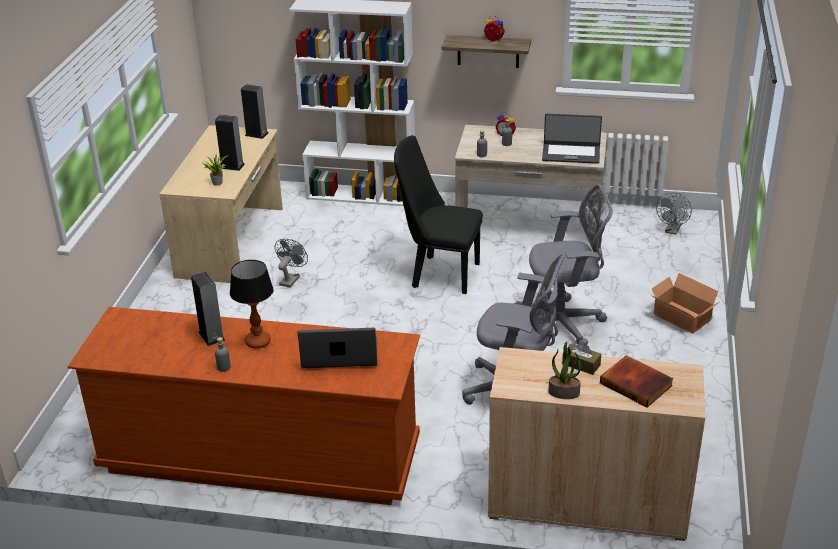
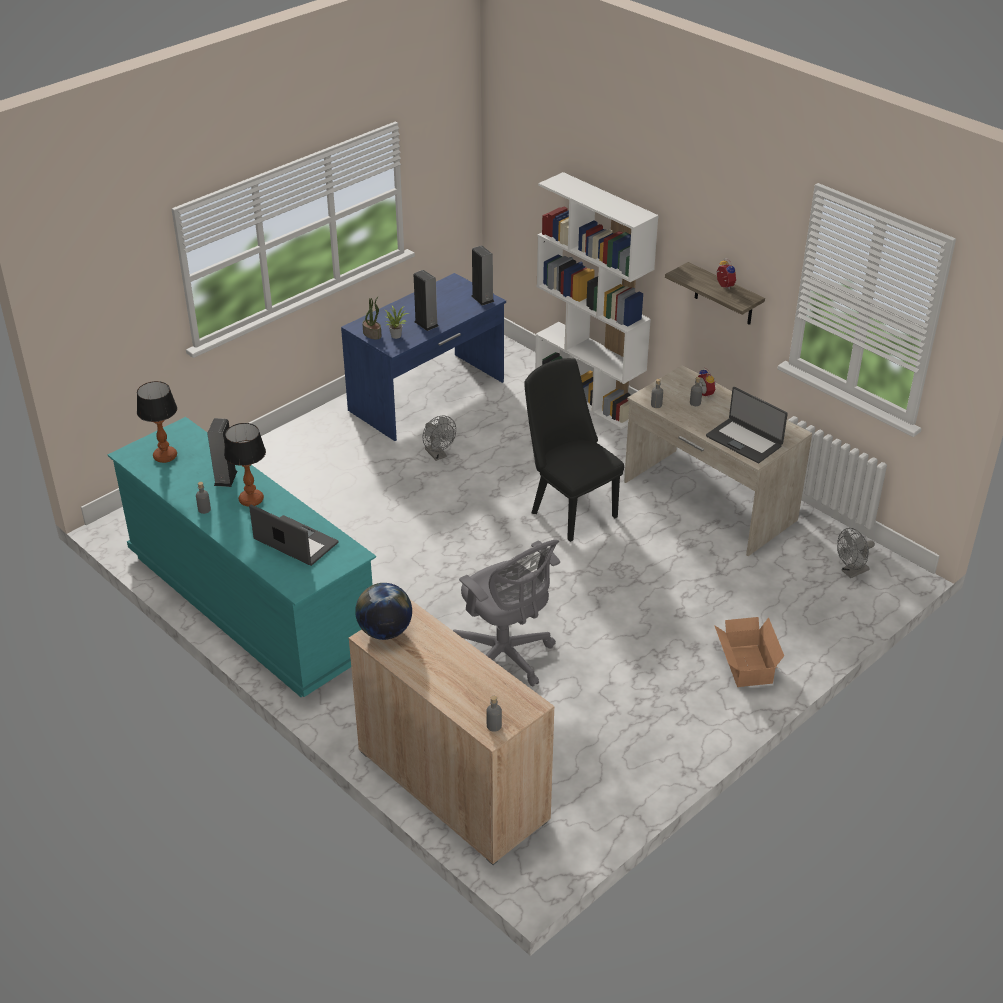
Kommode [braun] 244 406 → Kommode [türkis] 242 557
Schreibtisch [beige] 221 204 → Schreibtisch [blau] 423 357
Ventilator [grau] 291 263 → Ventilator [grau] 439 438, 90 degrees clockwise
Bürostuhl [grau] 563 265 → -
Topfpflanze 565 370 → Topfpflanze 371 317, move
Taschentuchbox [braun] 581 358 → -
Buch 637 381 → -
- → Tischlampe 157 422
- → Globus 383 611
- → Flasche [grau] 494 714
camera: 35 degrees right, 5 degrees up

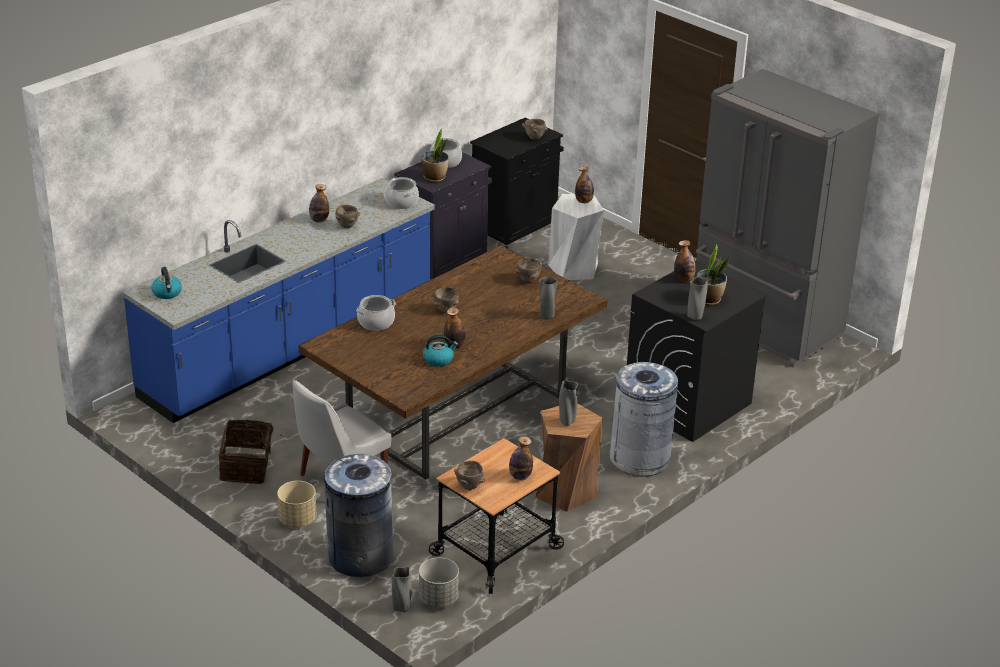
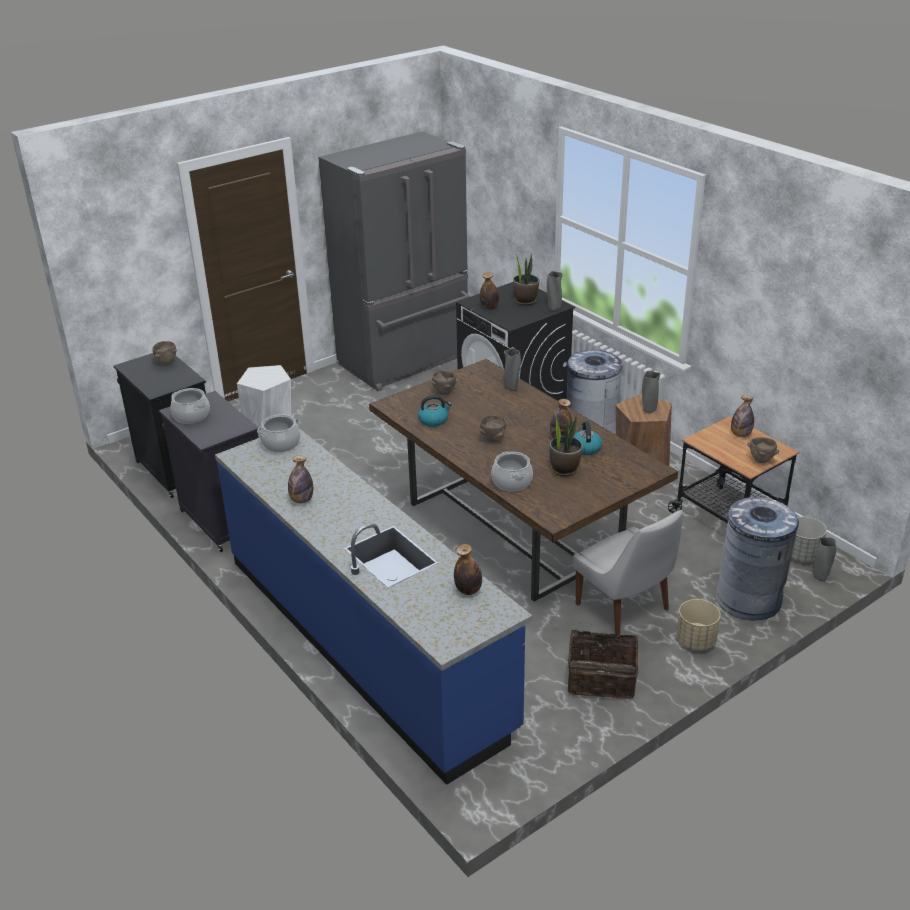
Wasserkessel 166 283 → Wasserkessel 435 411, move
Schüssel [braun] 347 216 → -
Topfpflanze 435 155 → Topfpflanze 566 444, move
Flasche 584 184 → Flasche 468 569, move
camera: 80 degrees left, 0 degrees up

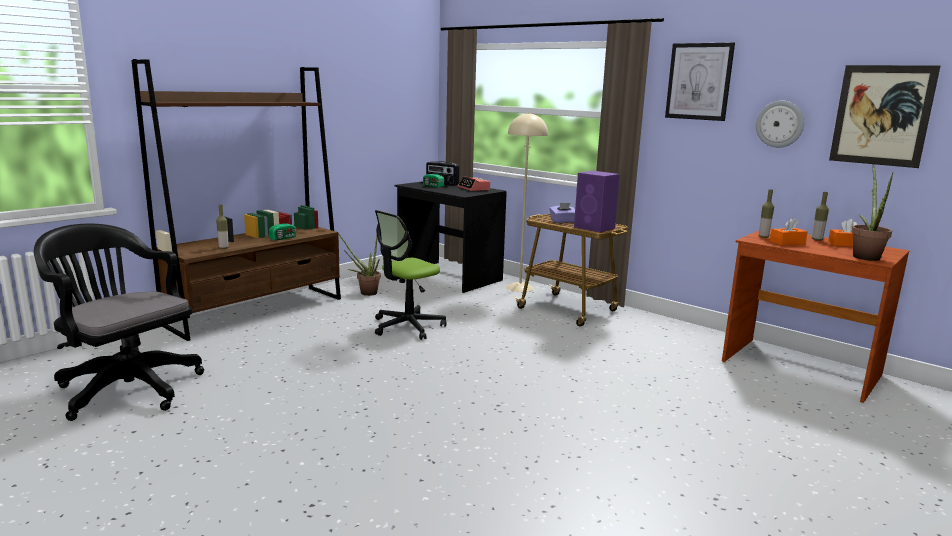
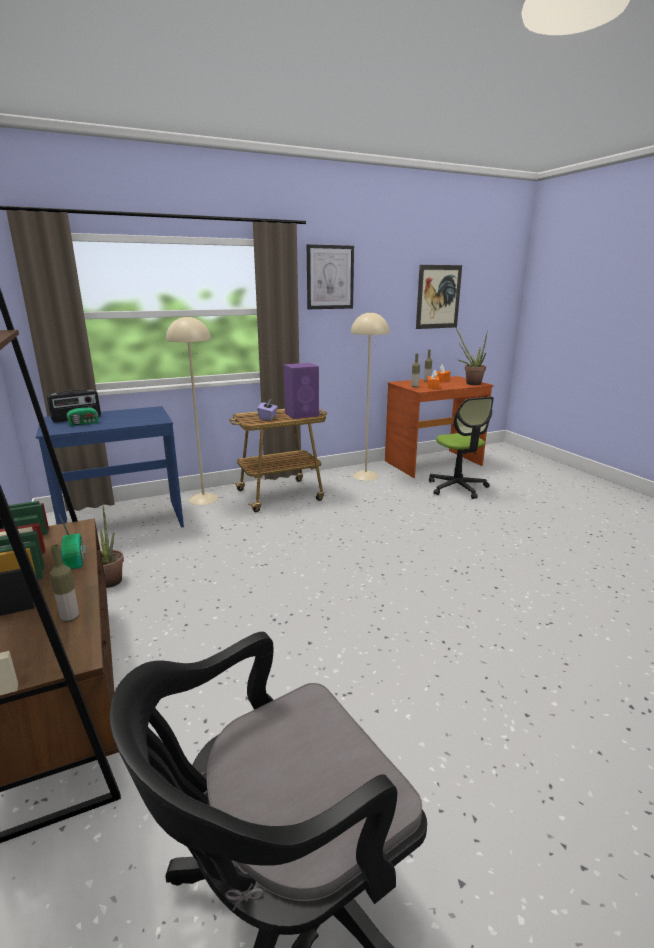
Bürostuhl 411 275 → Bürostuhl 461 448, move
Schreibtisch [schwarz] 451 237 → Schreibtisch [blau] 110 467
Wecker 473 183 → -
Wanduhr 780 124 → -
- → Stehlampe [beige] 370 396
camera: 65 degrees left, 5 degrees up

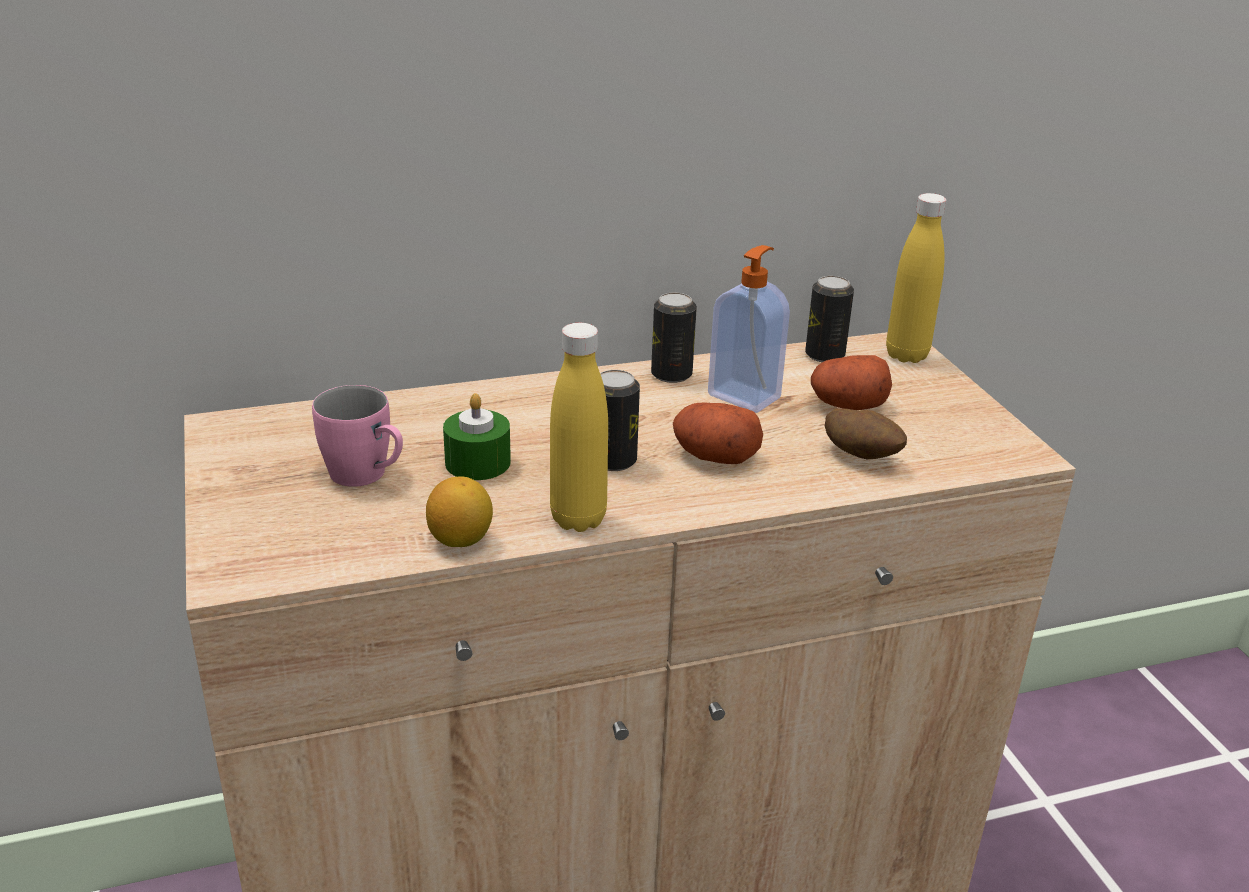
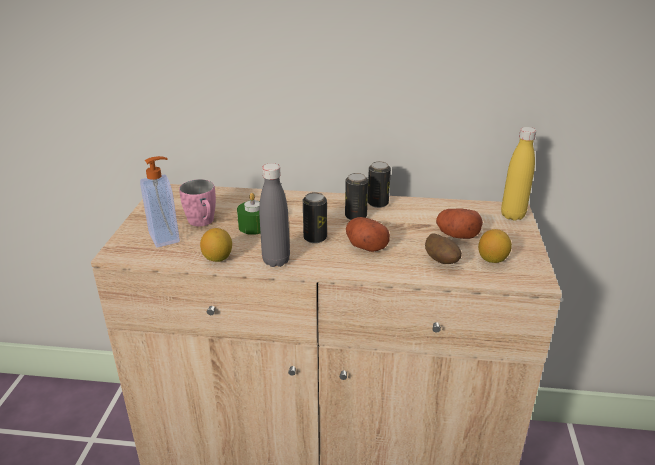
Flasche [gelb] 579 427 → Flasche [grau] 274 215
Seifenspender 749 329 → Seifenspender 160 202, move
Dose 829 319 → Dose 356 196, move
- → Zitrone 495 246
camera: 25 degrees right, 0 degrees up

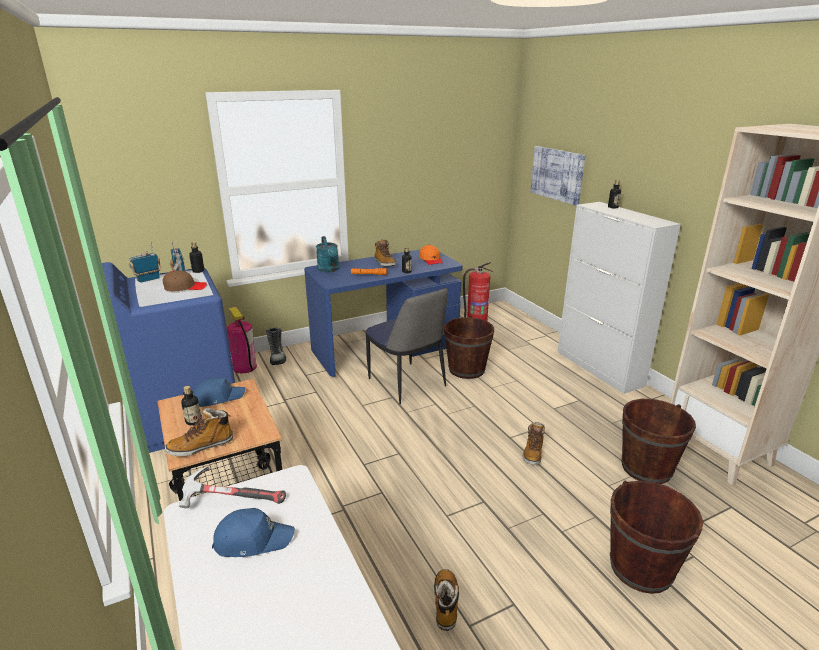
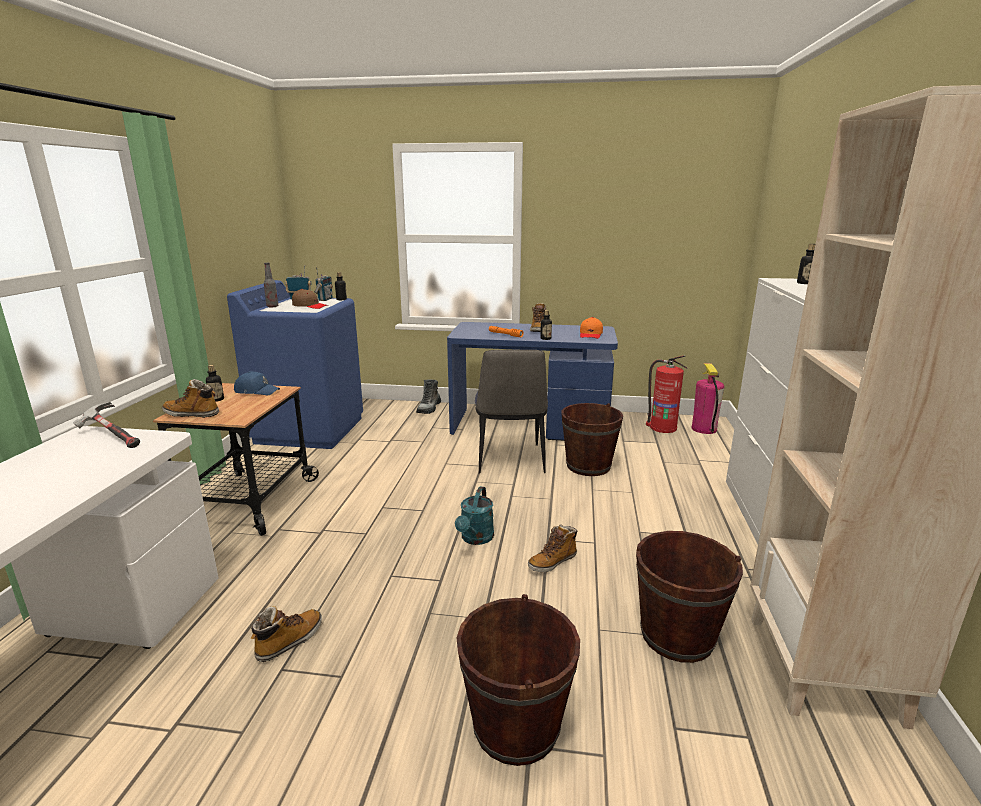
Kappe [blau] 253 532 → -
Feuerlöscher 242 340 → Feuerlöscher 708 398, move
Gießkanne [türkis] 327 254 → Gießkanne [türkis] 474 515, move
Bild 557 176 → -
- → Flasche 271 285
camera: 35 degrees right, 5 degrees down

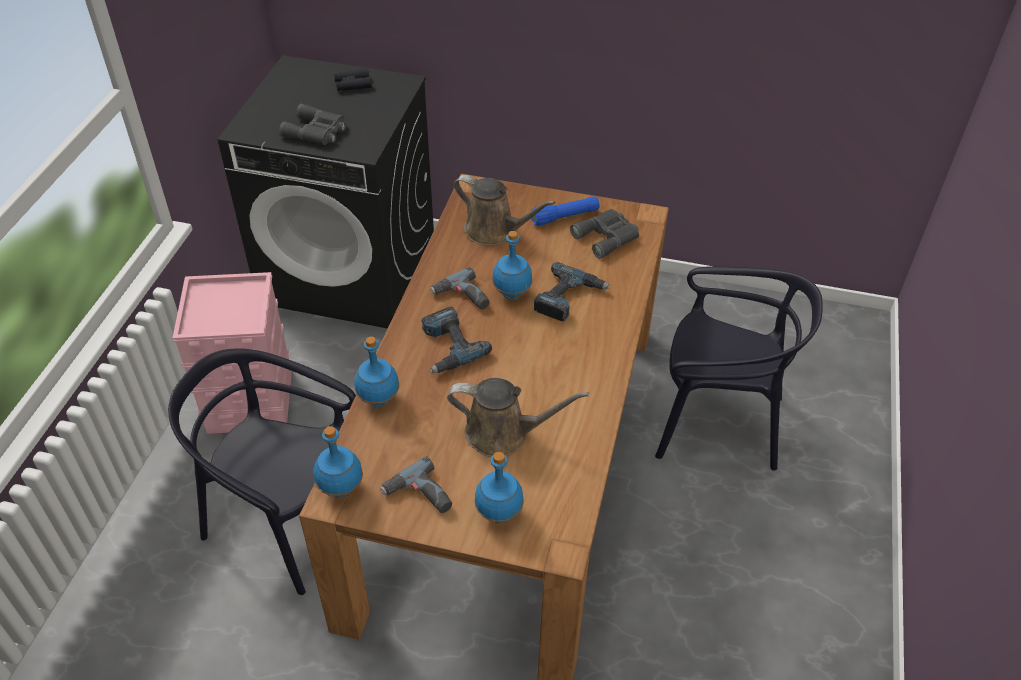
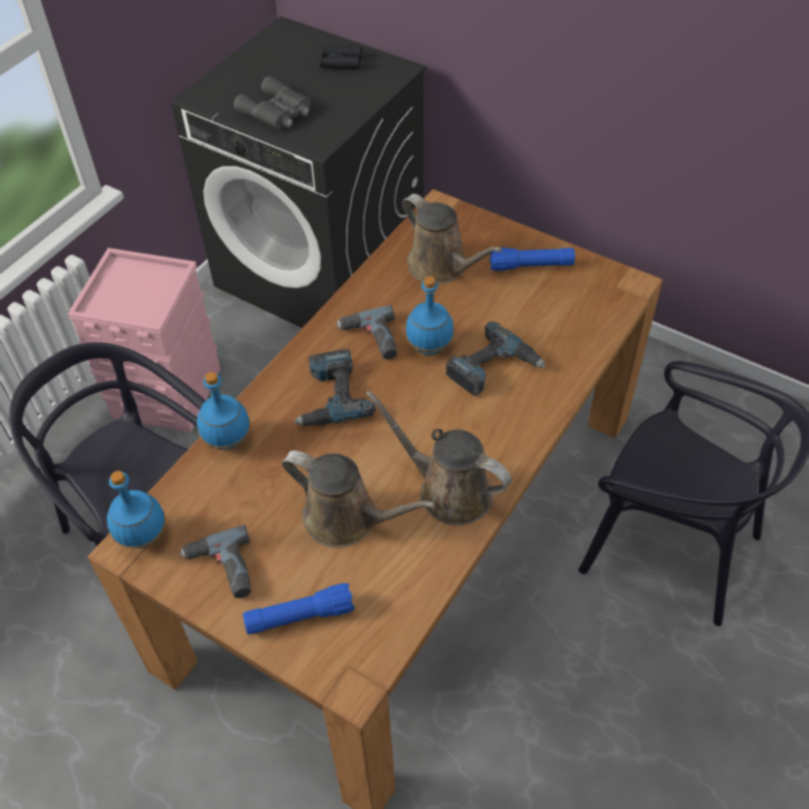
Flasche [blau] 499 487 → Taschenlampe [blau] 299 609
Fernglas [grau] 604 234 → -
- → Gießkanne [braun] 438 457
camera: 20 degrees right, 5 degrees up

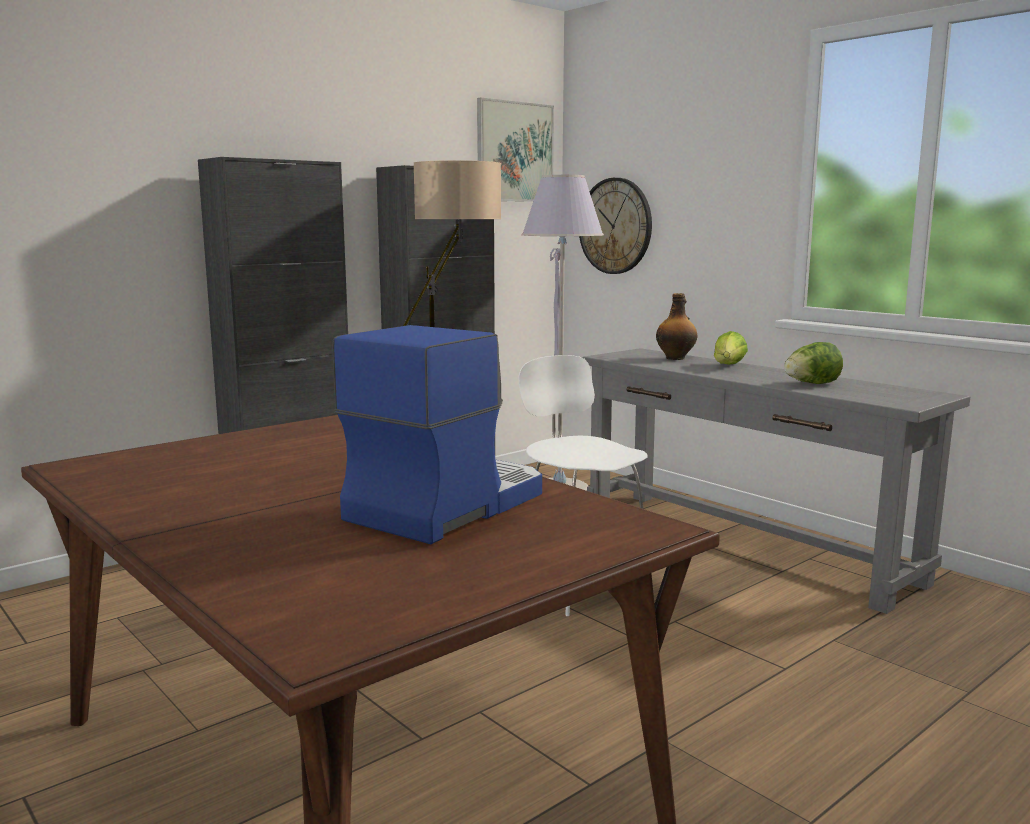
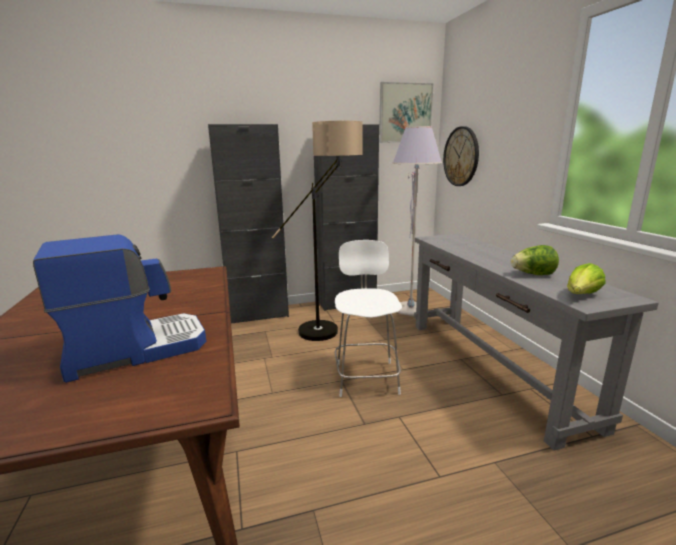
Flasche 677 326 → -
Salatkopf 731 348 → Salatkopf 586 278, move
camera: 25 degrees right, 5 degrees up

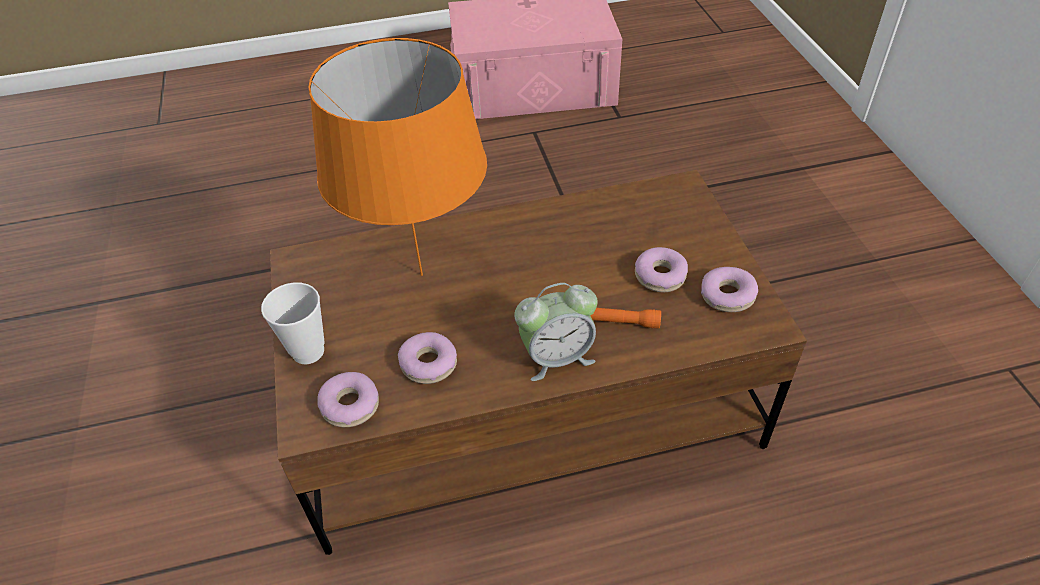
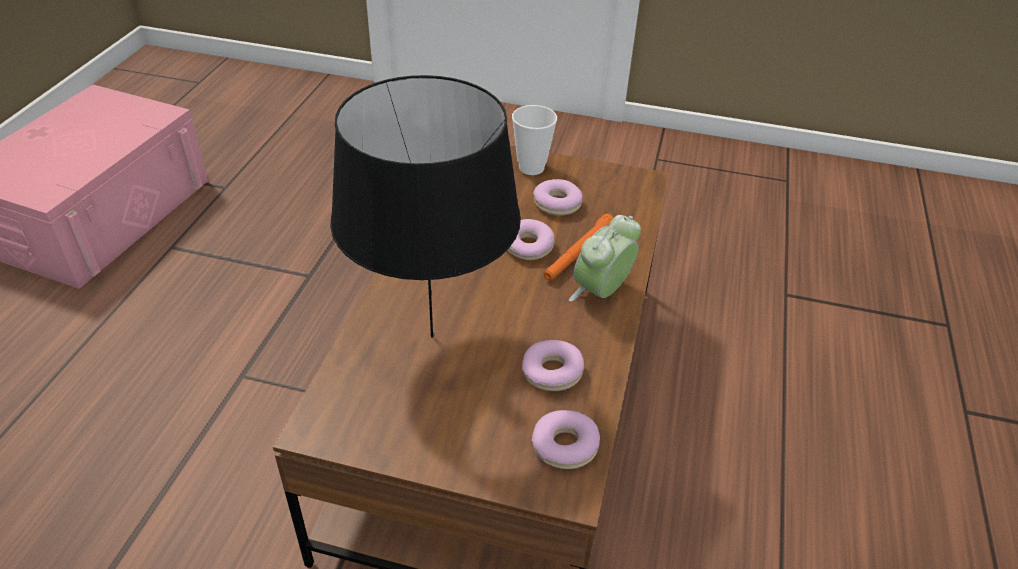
Tasse 292 323 → Tasse 534 140, move
Tischlampe [orange] 398 157 → Tischlampe [schwarz] 425 206
Wecker 556 332 → Wecker 605 258, 150 degrees counterclockwise
Donut 729 289 → Donut 531 239, move
camera: 65 degrees left, 5 degrees down

